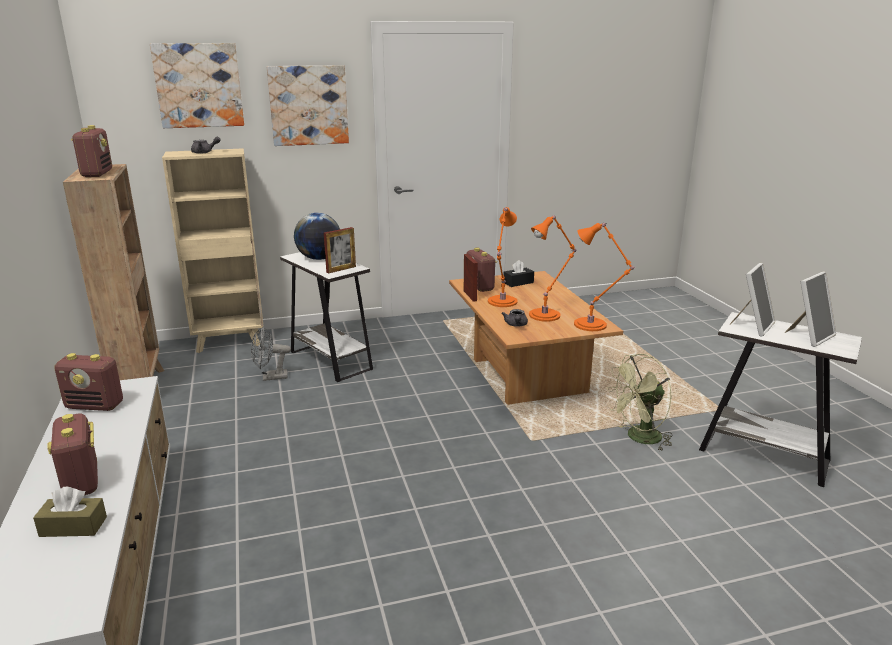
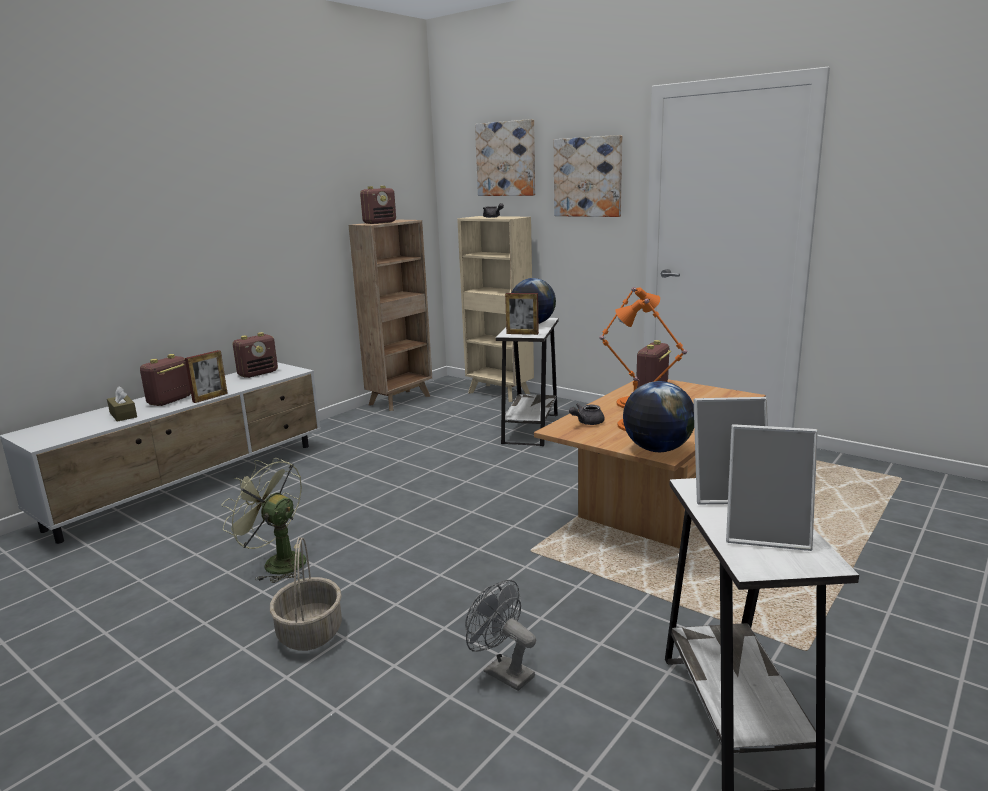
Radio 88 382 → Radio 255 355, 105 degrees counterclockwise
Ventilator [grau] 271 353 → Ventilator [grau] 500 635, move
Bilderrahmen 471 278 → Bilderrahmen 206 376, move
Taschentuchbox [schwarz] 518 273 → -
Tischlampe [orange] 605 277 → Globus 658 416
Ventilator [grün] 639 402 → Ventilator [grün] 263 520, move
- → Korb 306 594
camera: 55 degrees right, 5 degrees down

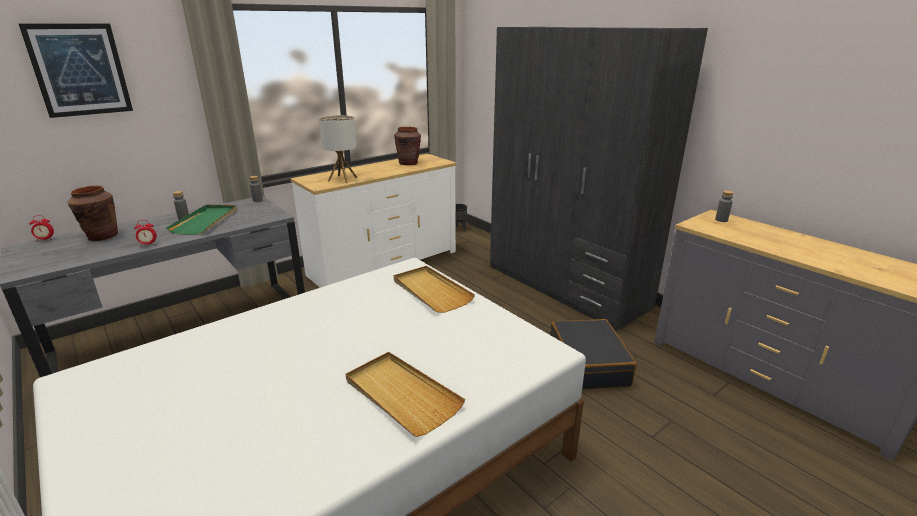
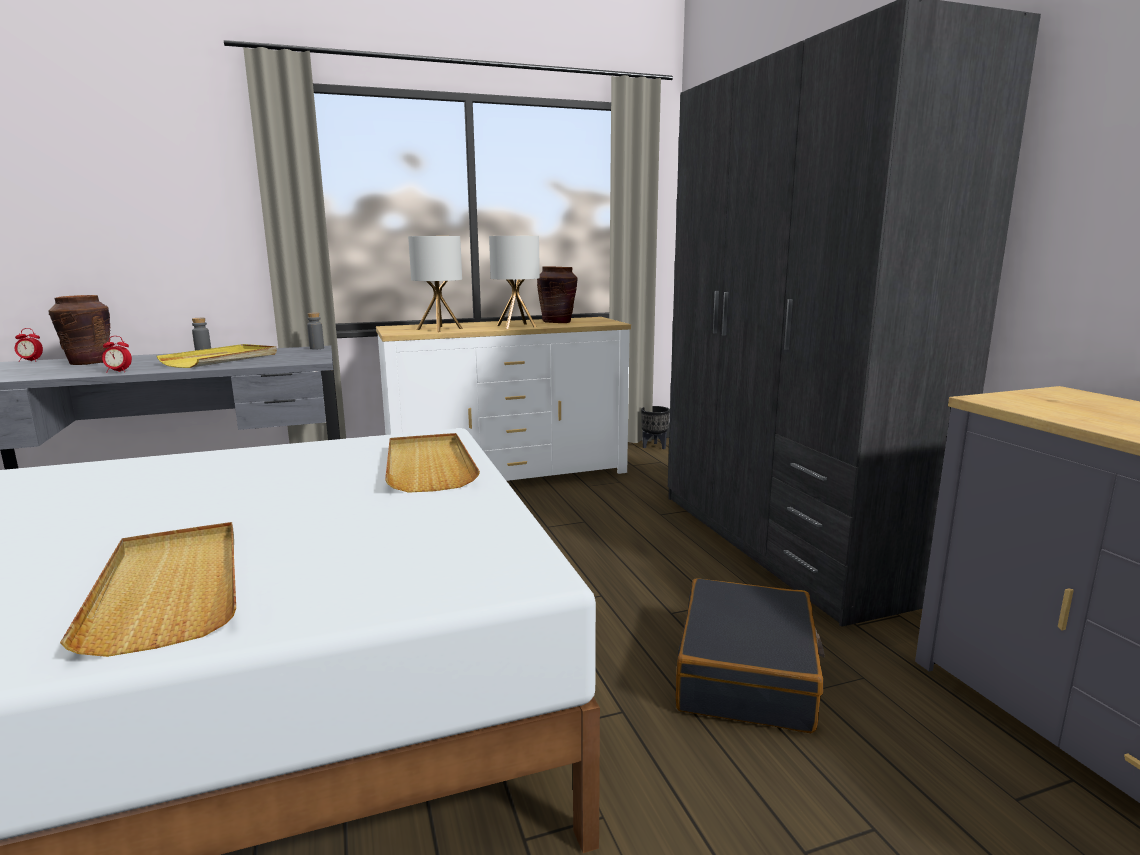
Bild 76 70 → -
Tablett [grün] 201 220 → Tablett [gelb] 217 356
Flasche [grau] 724 206 → -
- → Tischlampe 514 282
camera: 20 degrees right, 10 degrees down

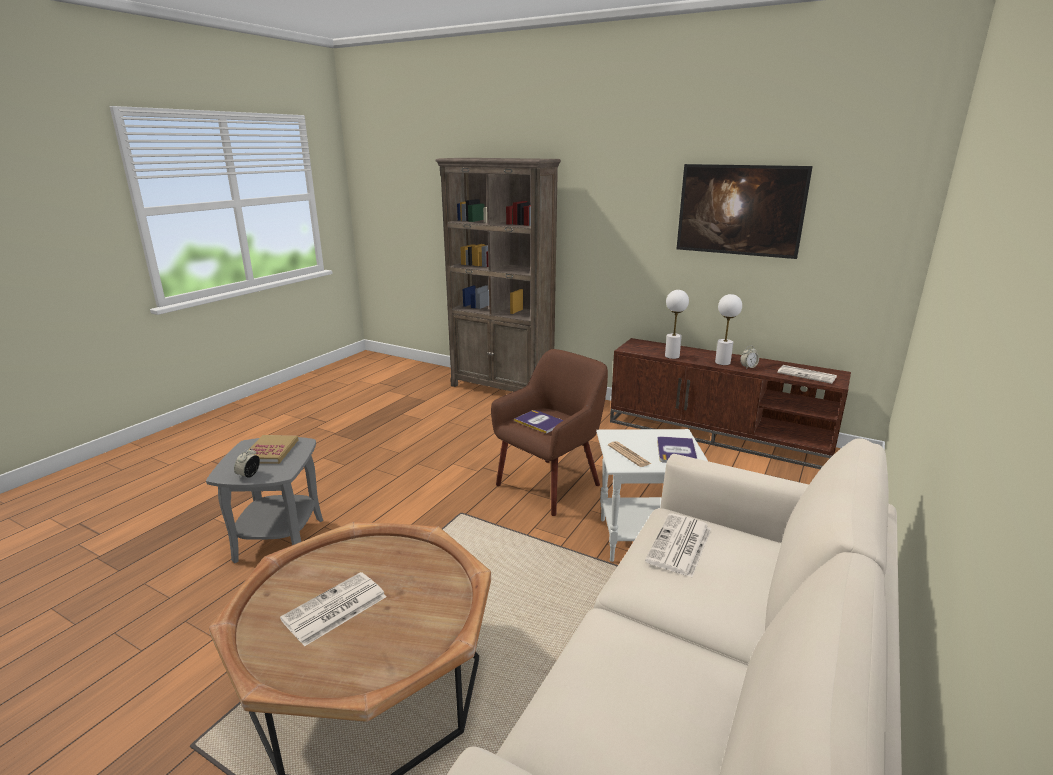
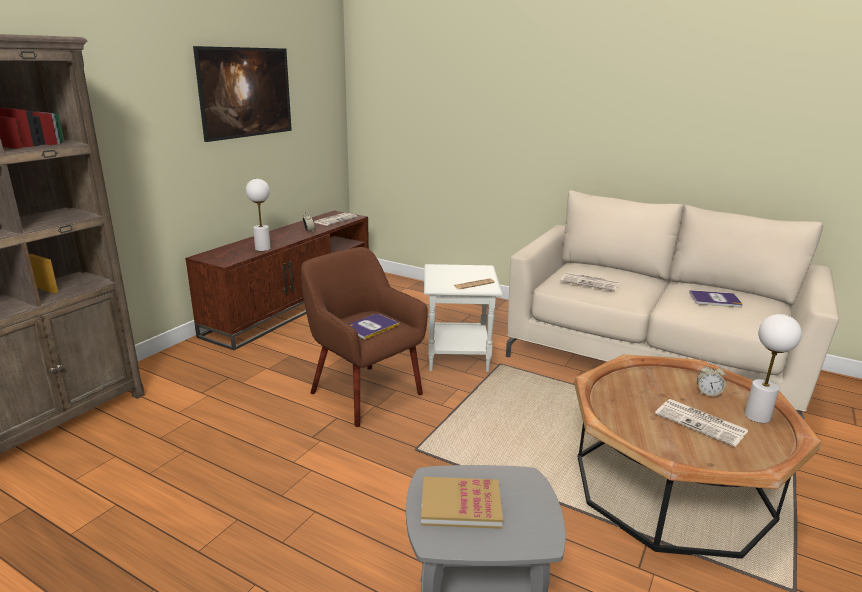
Wecker 247 463 → Wecker 711 380, move
Buch 677 449 → Buch 716 298, move
Tischlampe [weiß] 728 329 → Tischlampe [weiß] 773 368, move
camera: 90 degrees left, 0 degrees up

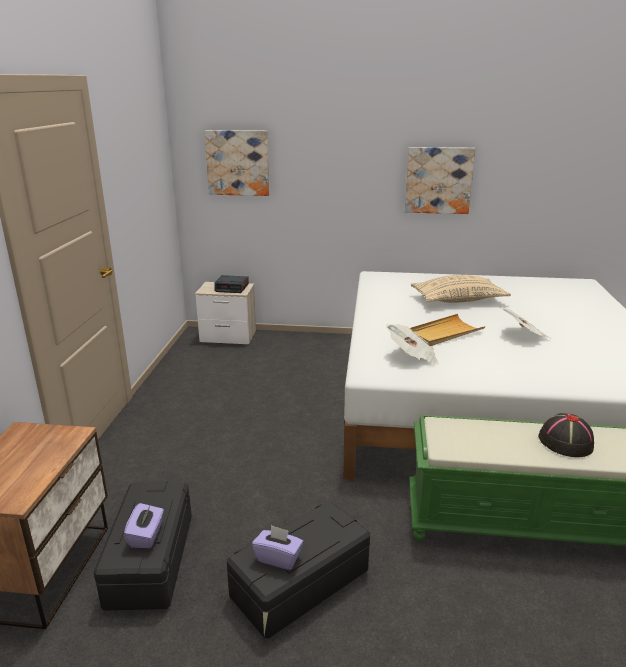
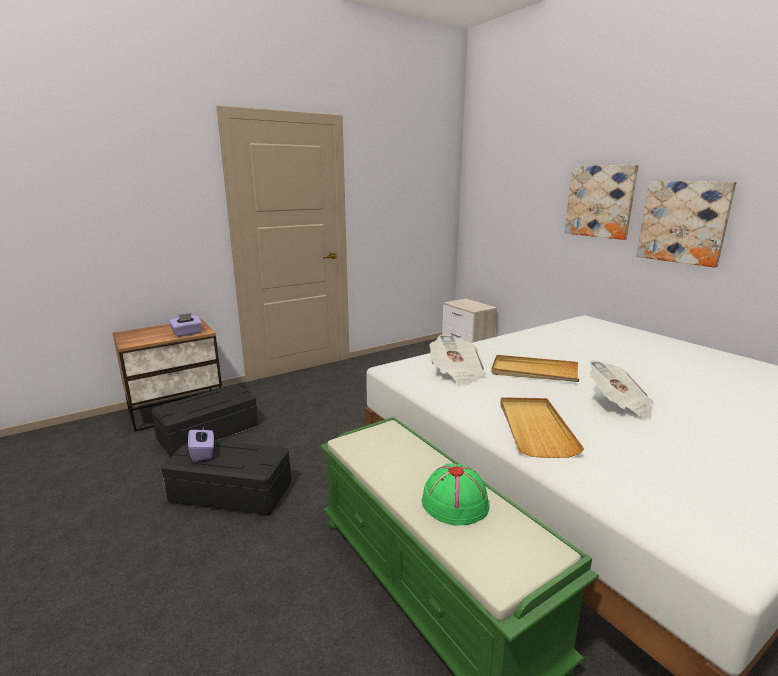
Taschentuchbox [lila] 144 525 → Taschentuchbox [lila] 185 325, move
Bild 237 163 → Bild 601 202, move
Wecker 232 284 → -
Kissen [beige] 461 289 → -
Hut [schwarz] 566 435 → Hut [grün] 456 494
- → Tablett [beige] 542 427
camera: 50 degrees right, 5 degrees down

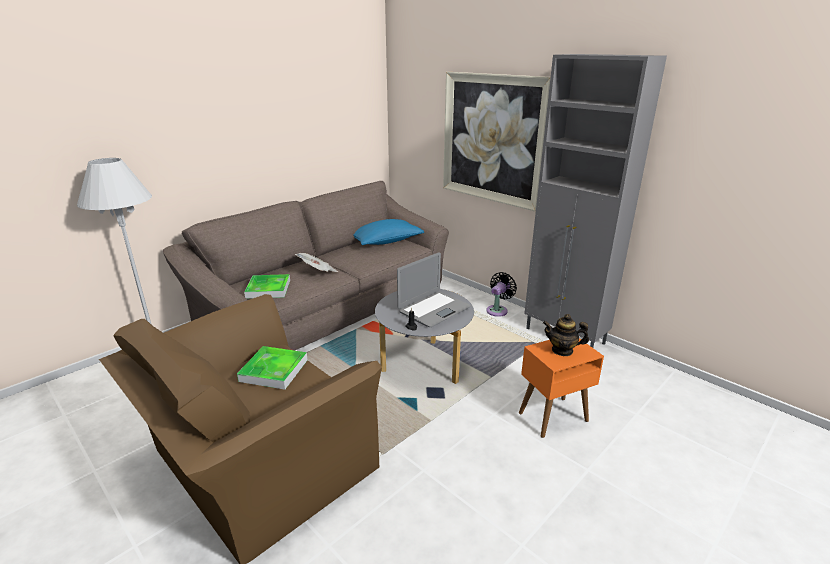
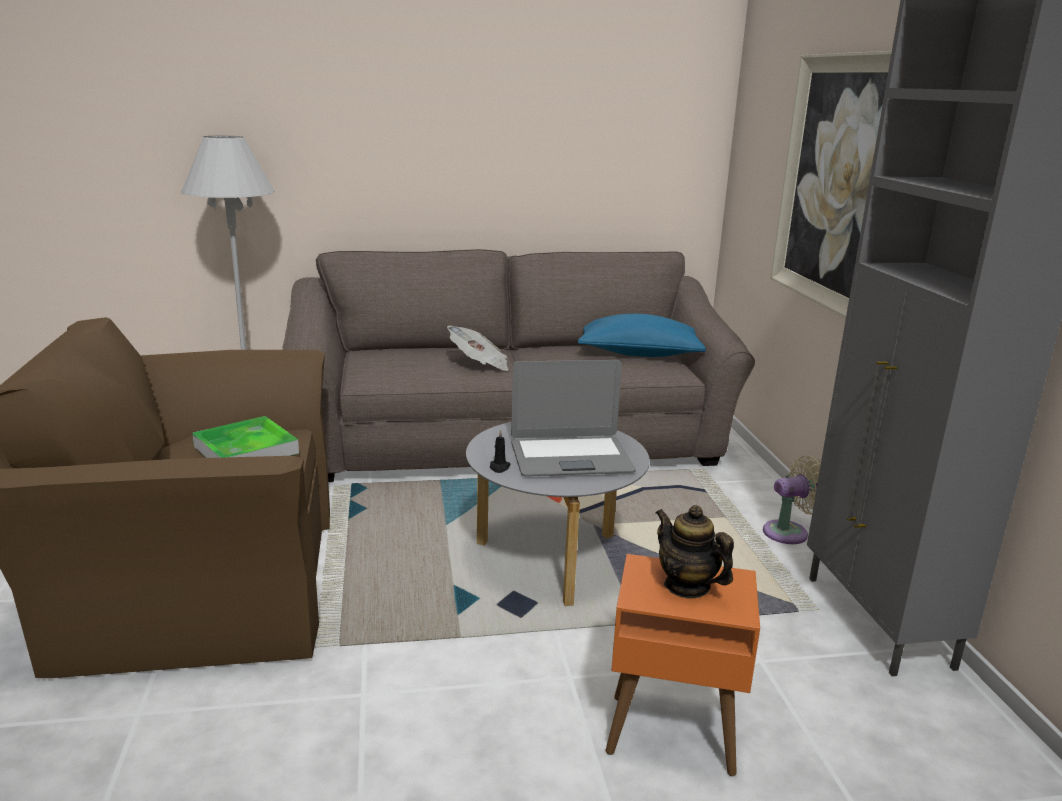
Tablett 267 286 → -
Ventilator [schwarz] 501 294 → Ventilator [beige] 792 500
camera: 35 degrees right, 5 degrees down

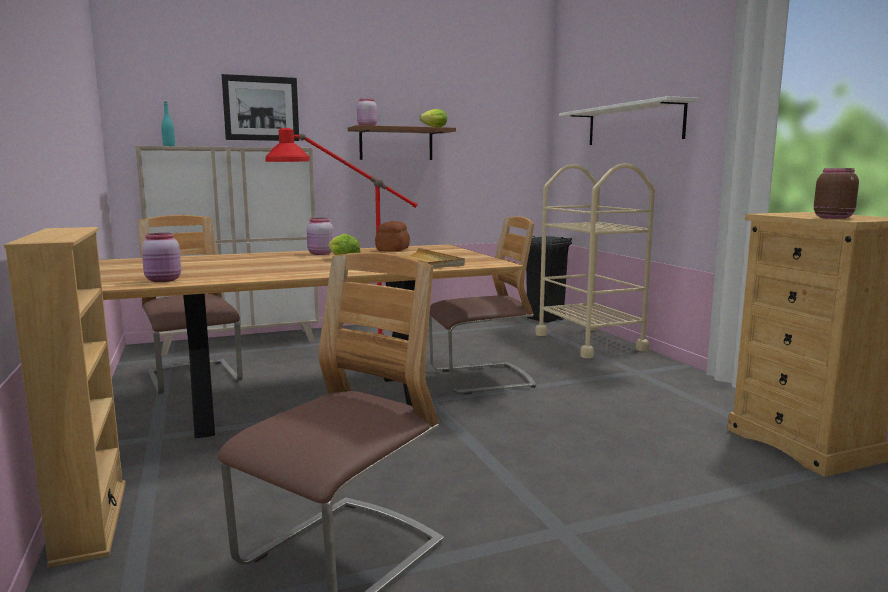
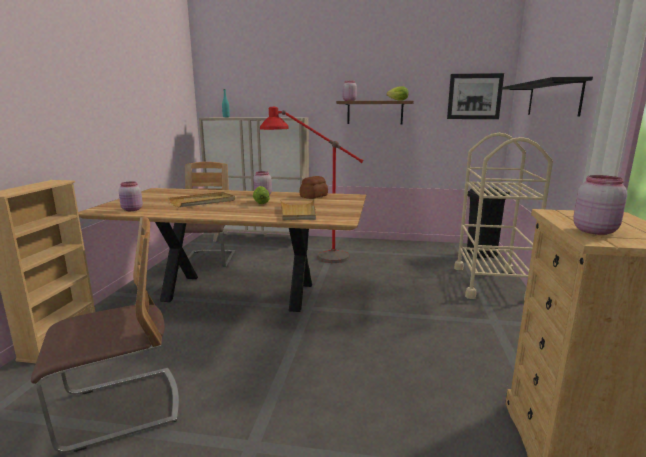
Bild 260 107 → Bild 475 96, move
Stuhl 482 305 → -
Wandregal [weiß] 628 120 → Wandregal [schwarz] 547 97
Vorratsglas [braun] 836 193 → Vorratsglas [rosa] 600 205
- → Tablett [beige] 201 199
camera: 30 degrees right, 5 degrees up

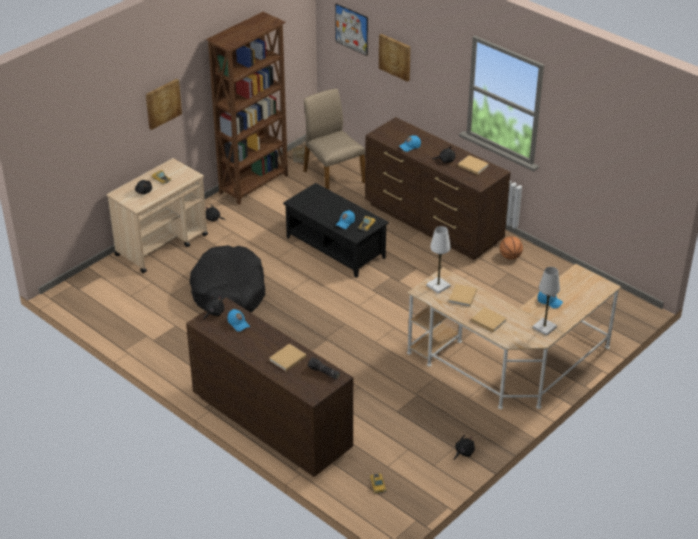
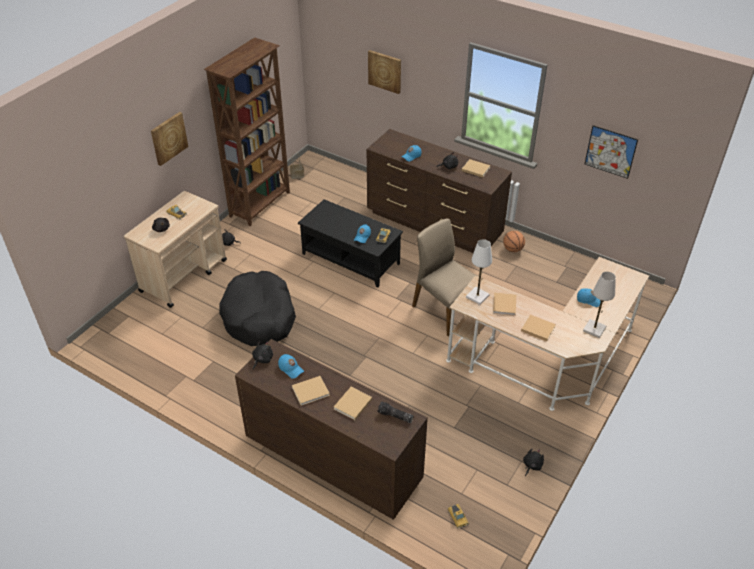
Stuhl [beige] 334 139 → Stuhl [beige] 445 278, move
Bild 351 30 → Bild 611 152, move
- → Buch [beige] 311 391
camera: 10 degrees left, 5 degrees up

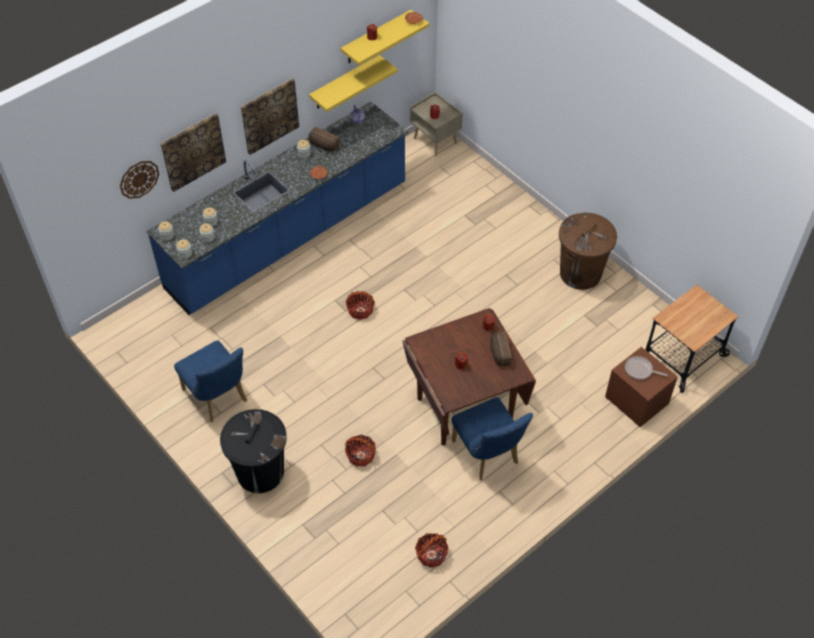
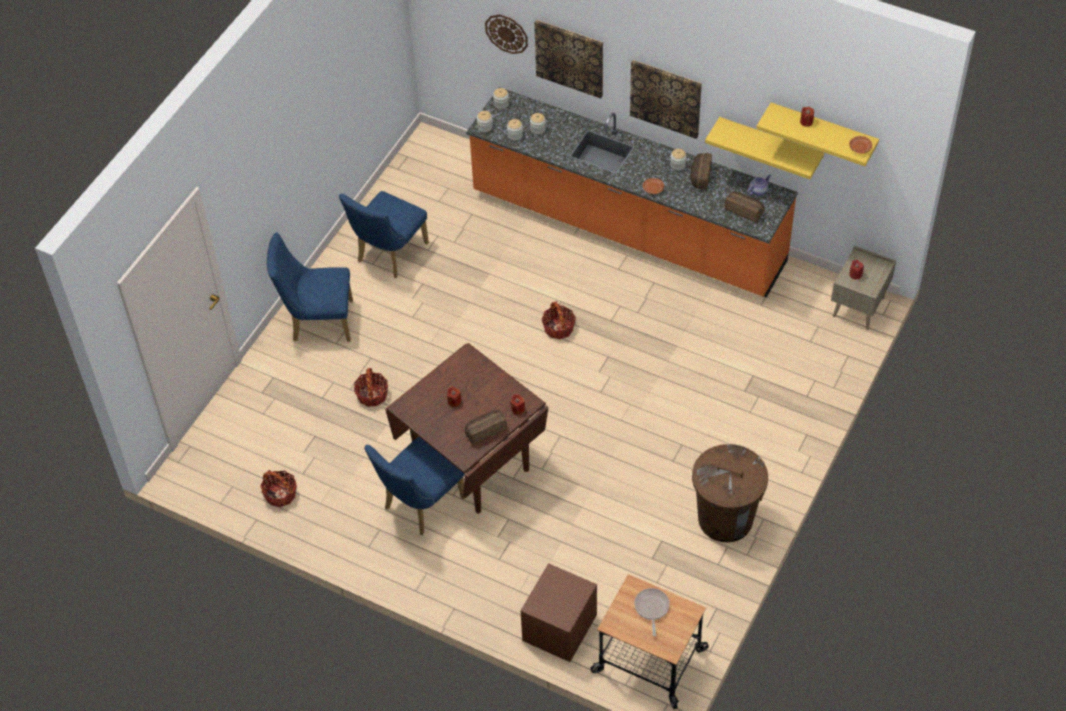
Küchenzeile [blau] 277 208 → Küchenzeile [orange] 632 192
Mülleimer [schwarz] 253 451 → Stuhl [blau] 310 287
Pfanne 646 367 → Pfanne 652 612, move
- → Brot 745 207
camera: 70 degrees right, 0 degrees up

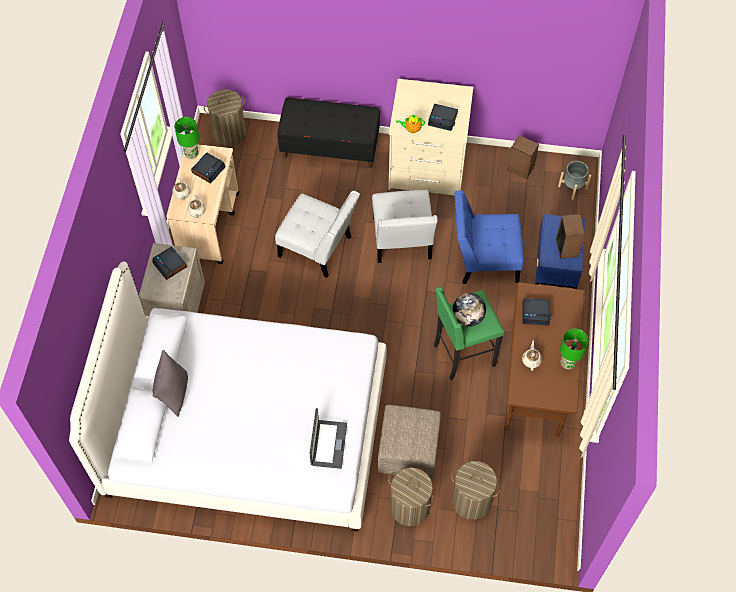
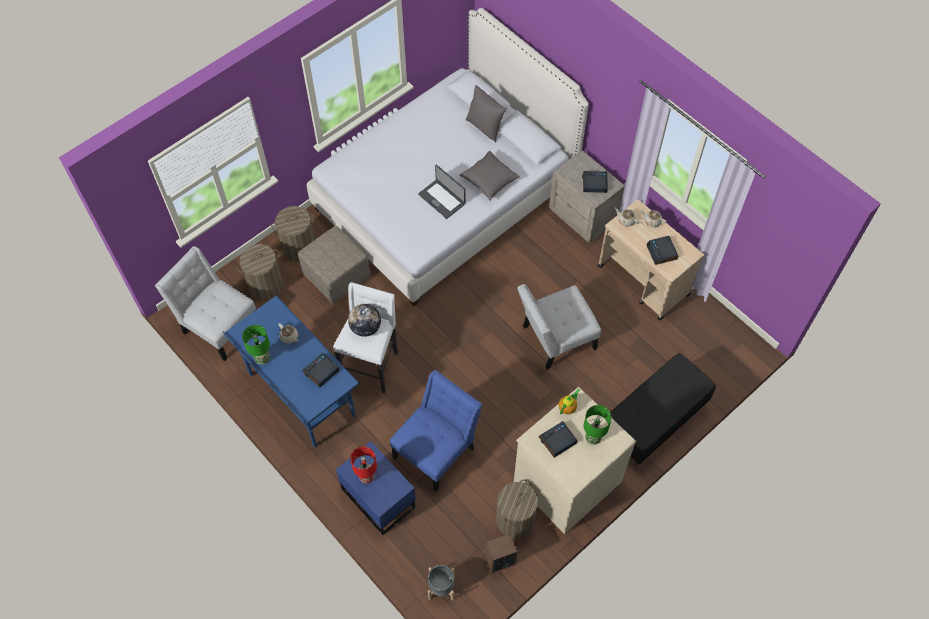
Tischlampe [grün] 186 138 → Tischlampe [grün] 598 425, move
Wäschekorb 225 117 → Wäschekorb 517 509, move
Laptop 328 438 → Laptop 442 192, move
Stuhl [weiß] 405 226 → Stuhl [weiß] 205 303, move
Hocker [grün] 469 333 → Hocker [weiß] 365 337
Schreibtisch [braun] 544 360 → Schreibtisch [blau] 291 371
Lautsprecher 570 236 → Tischlampe [rot] 363 465
- → Kissen [grau] 489 176
camera: 130 degrees right, 0 degrees up

